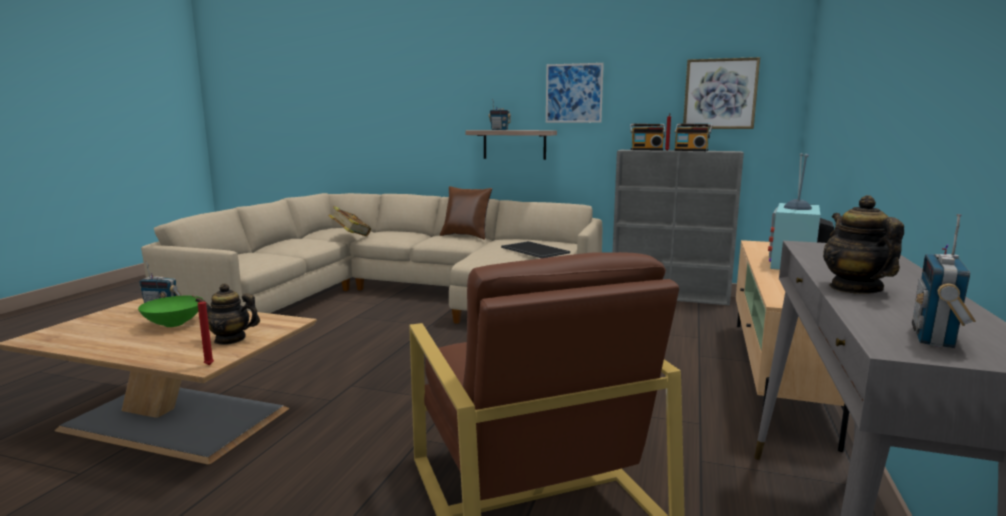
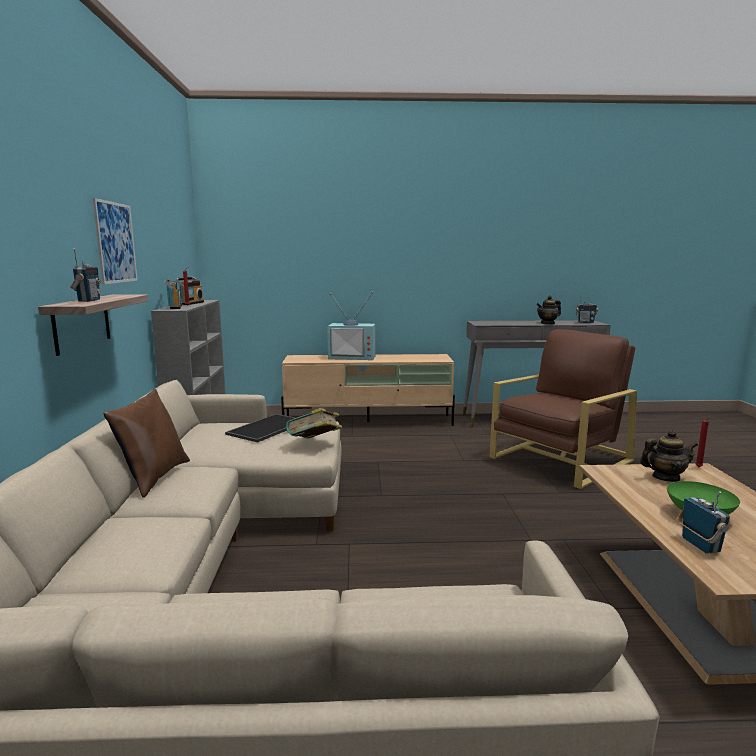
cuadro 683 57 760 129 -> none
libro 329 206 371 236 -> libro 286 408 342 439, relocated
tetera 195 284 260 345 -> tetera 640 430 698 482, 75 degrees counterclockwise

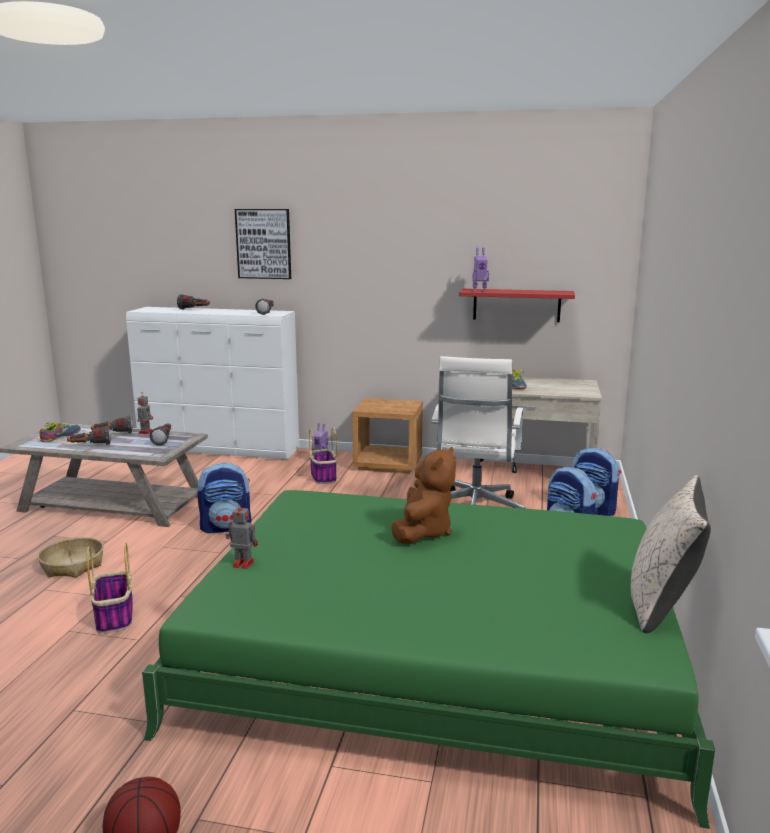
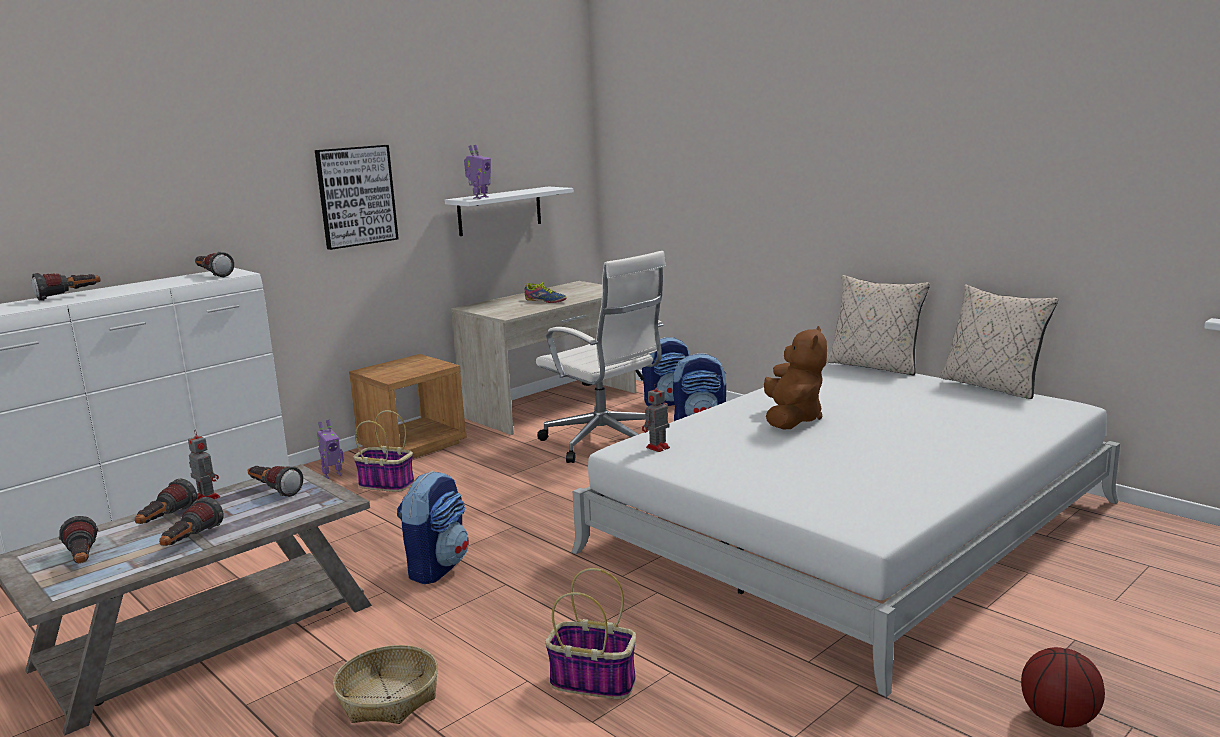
cuadro 235 209 291 279 -> cuadro 315 145 399 250, relocated
estante (rojo) 459 289 575 322 -> estante (blanco) 445 187 573 236
zapato 40 423 81 442 -> linterna 59 516 98 563
peluche (marrón) 391 447 456 544 -> peluche (marrón) 764 326 827 429, 45 degrees clockwise
cama (verde) 142 490 716 829 -> cama (blanco) 572 363 1120 697
robot de juguete 225 502 258 569 -> robot de juguete 642 383 670 452, relocated
none -> cojín (beis) 828 275 930 375

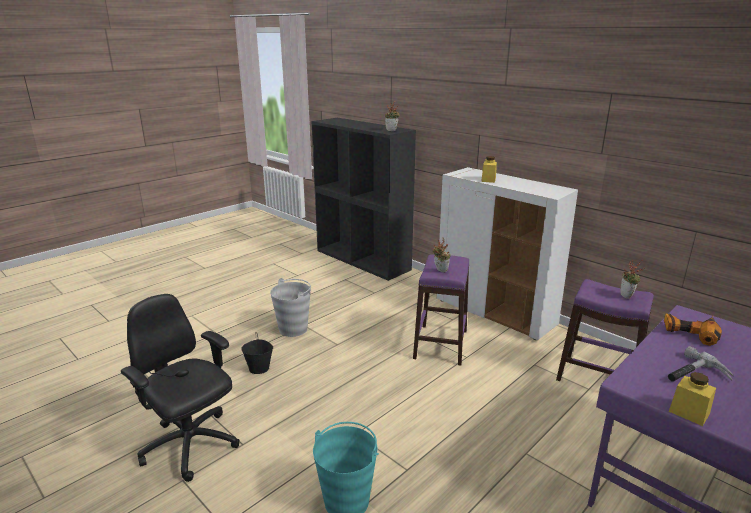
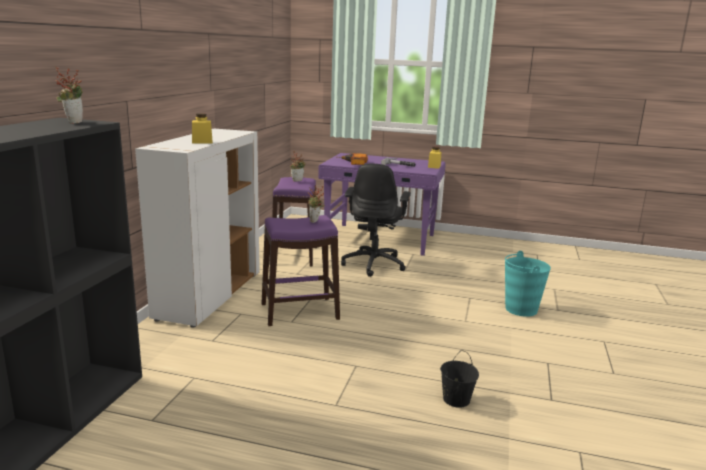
cubo (gris) 270 278 311 337 -> none
silla de oficina (negro) 121 294 240 482 -> silla de oficina (negro) 341 164 411 277, relocated

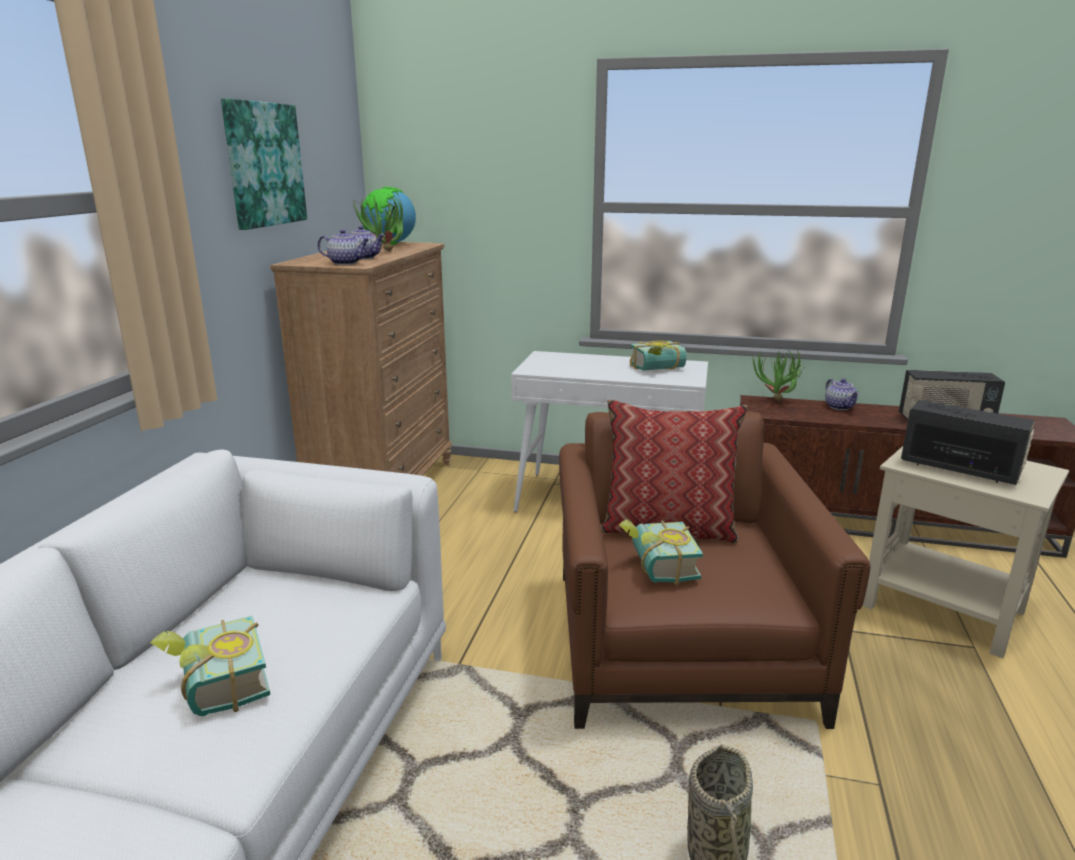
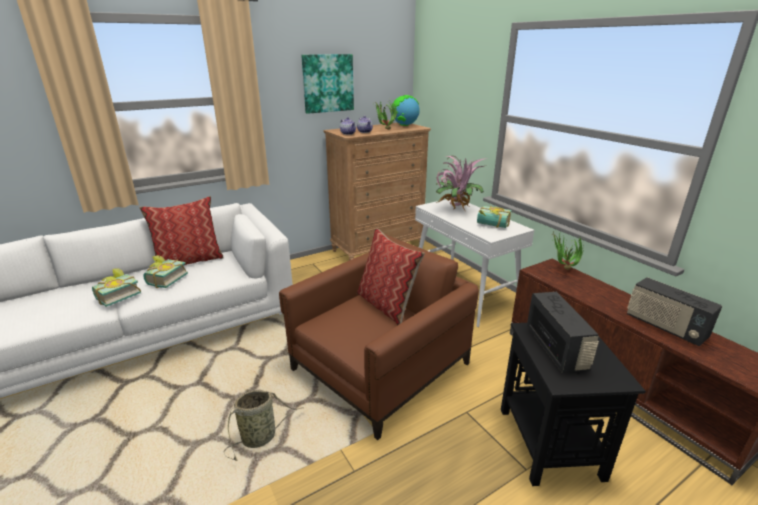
tetera 825 379 860 410 -> none
mesa auxiliar (beis) 863 446 1069 658 -> mesa auxiliar (negro) 501 323 646 486
libro 619 519 703 585 -> libro 92 268 141 307, relocated
none -> planta en maceta 436 156 488 212
none -> cojín 139 196 223 265

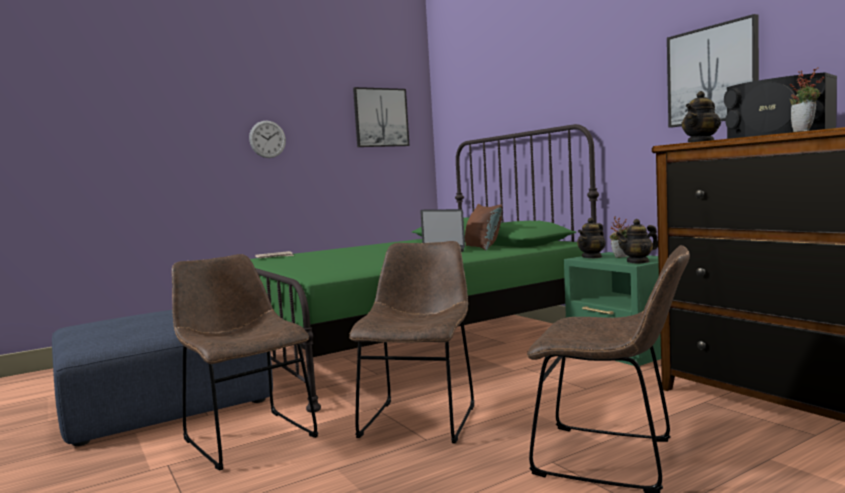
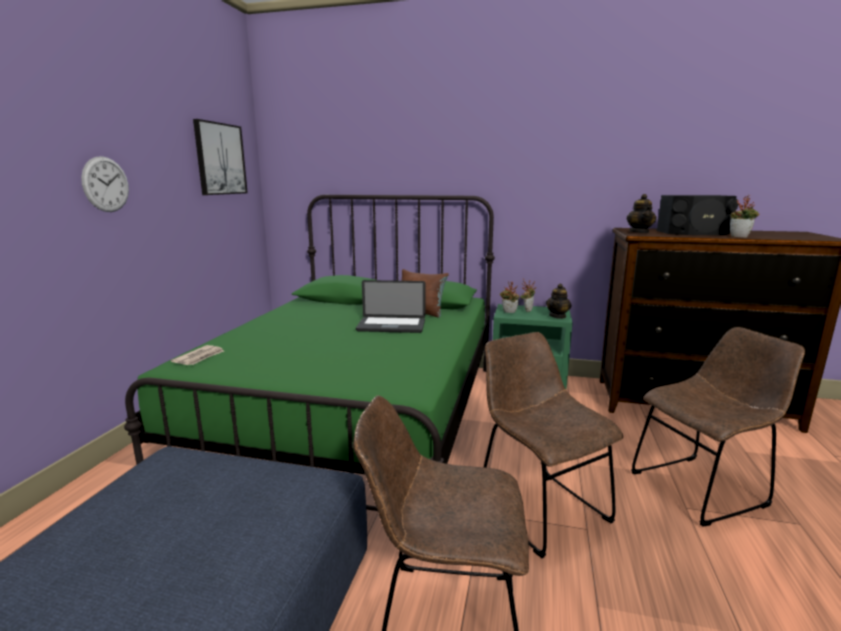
cuadro 667 14 759 127 -> none
tetera 577 218 606 258 -> planta en maceta 500 282 520 313

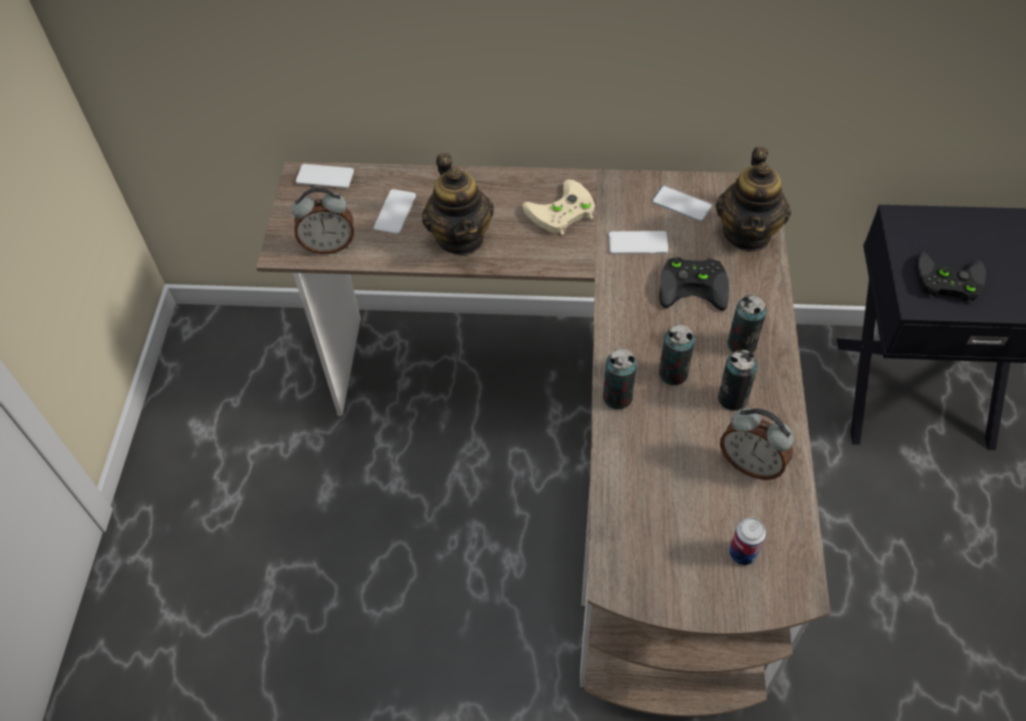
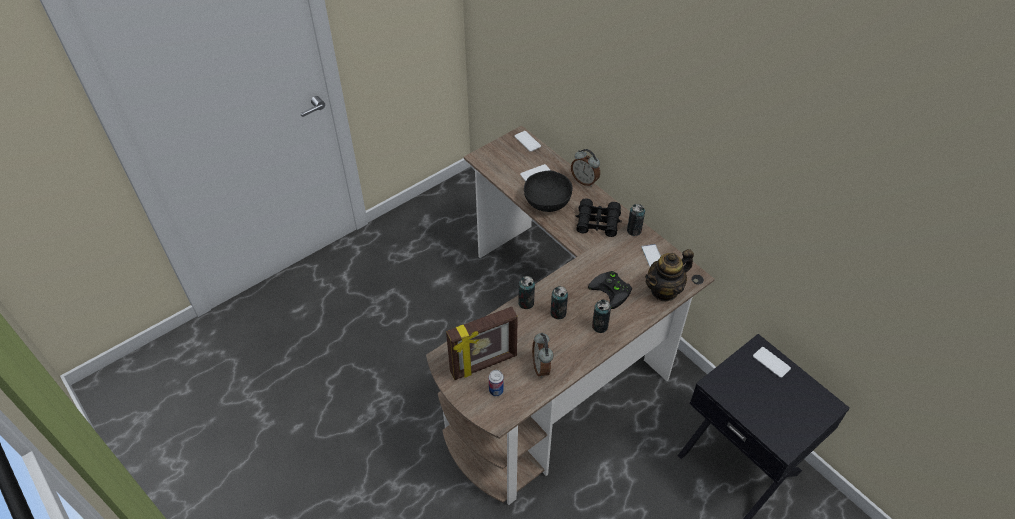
tetera 422 153 494 255 -> cuenco (negro) 524 170 573 212
mando de consola (beis) 522 179 595 236 -> prismáticos (negro) 576 198 622 237
despertador 292 188 354 254 -> despertador 571 149 600 187, relocated
móvil 609 231 668 254 -> móvil 753 347 791 378, relocated
mando de consola (negro) 915 251 986 304 -> none
lata 718 350 758 411 -> lata 627 204 645 236, relocated
none -> portarretratos 446 307 518 380

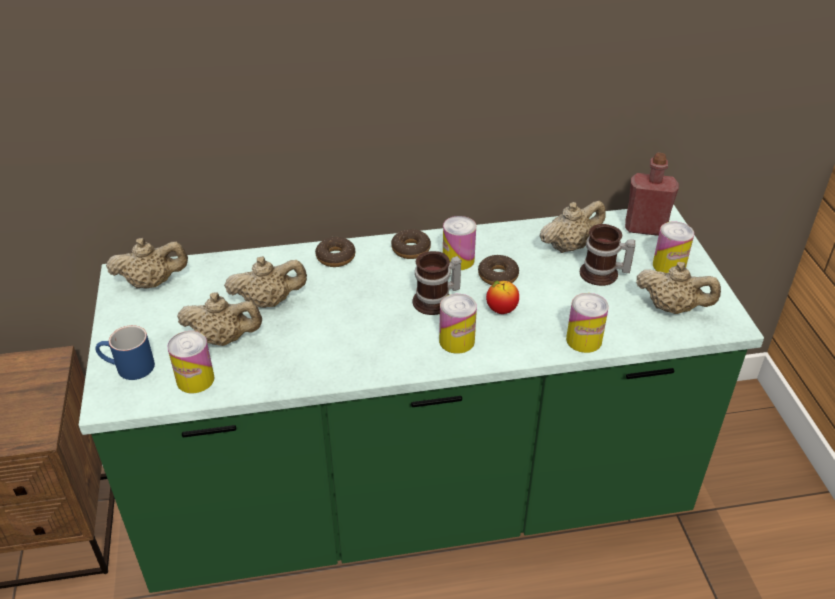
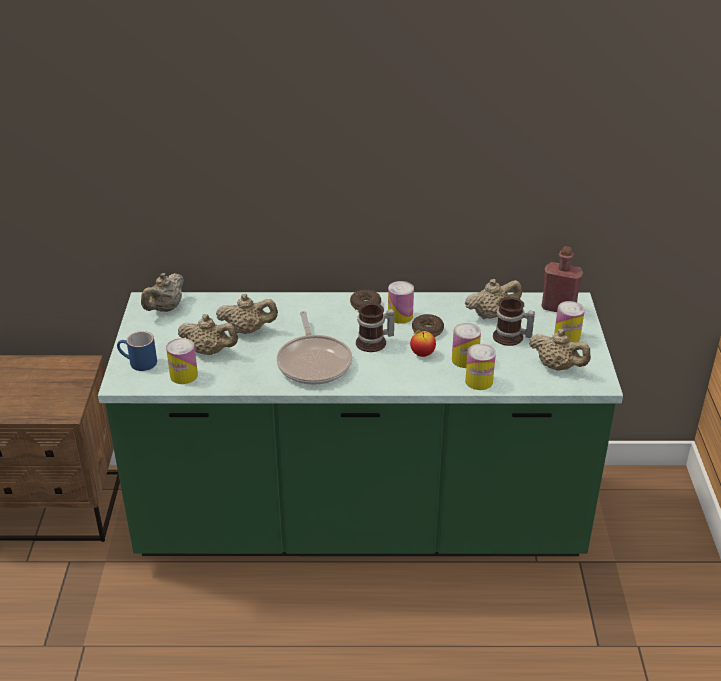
rosquilla 315 237 355 267 -> none
tetera (beis) 106 238 188 289 -> tetera (beis) 141 273 184 312, 120 degrees clockwise
lata 439 294 477 354 -> lata 452 323 481 368, relocated
none -> sartén 277 311 352 385

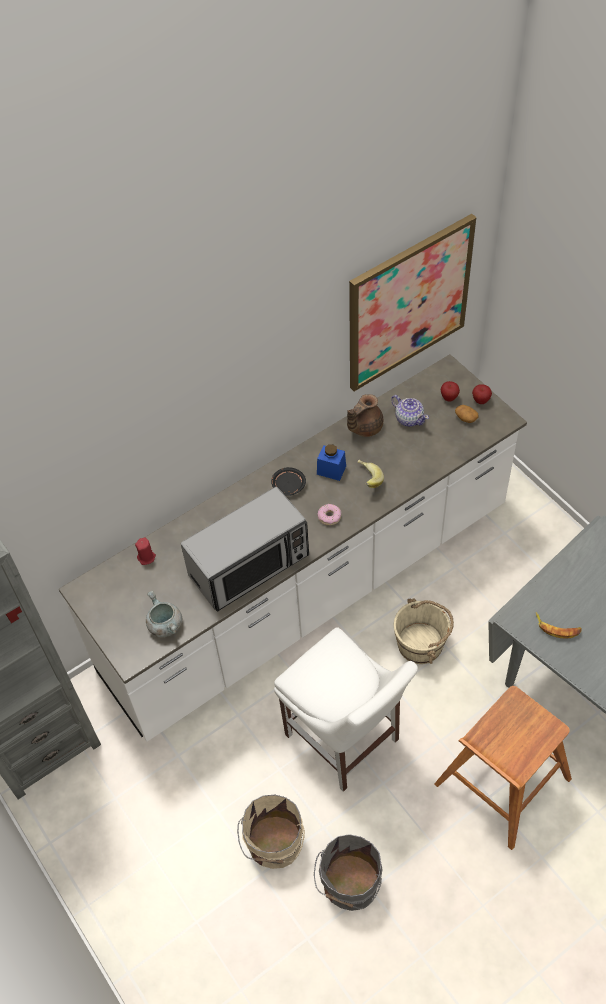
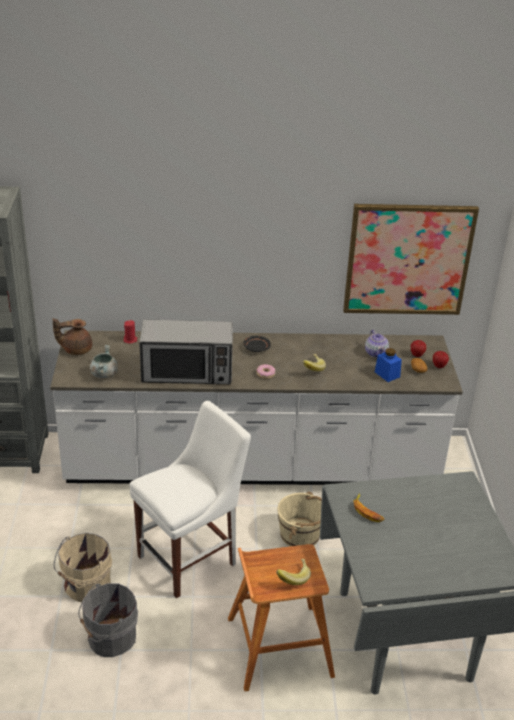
tetera (marrón) 347 394 383 437 -> tetera (marrón) 52 318 92 355, relocated
tarro (azul) 317 444 346 481 -> tarro (azul) 375 348 402 382, relocated
silla (blanco) 274 627 418 792 -> silla (blanco) 130 401 251 598, 120 degrees counterclockwise
none -> plátano 276 559 311 585

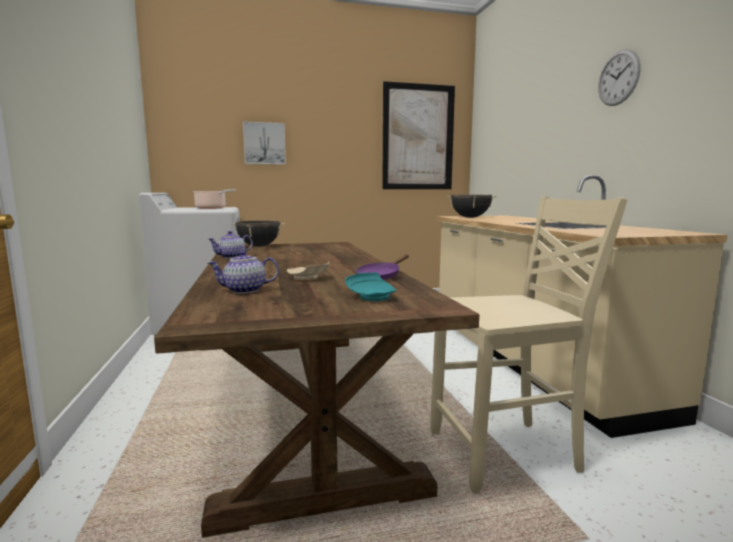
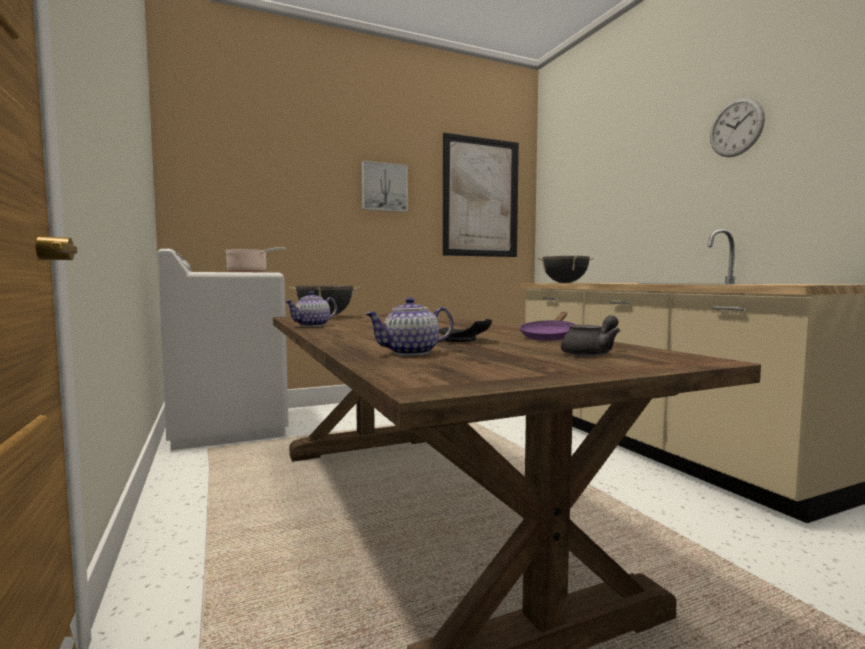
cuadro 243 122 286 165 -> cuadro 362 161 408 212, relocated
silla (beis) 430 197 627 493 -> none
plato (beis) 287 262 329 280 -> plato (negro) 439 319 492 342
plato (turquesa) 345 272 397 301 -> tetera (gris) 561 315 621 356

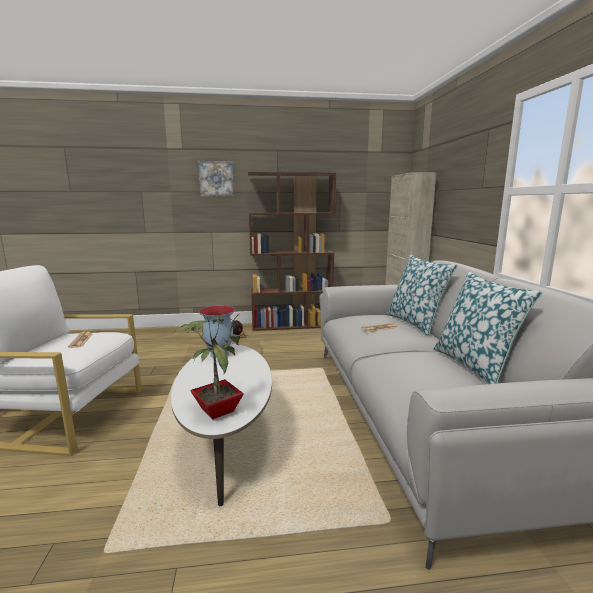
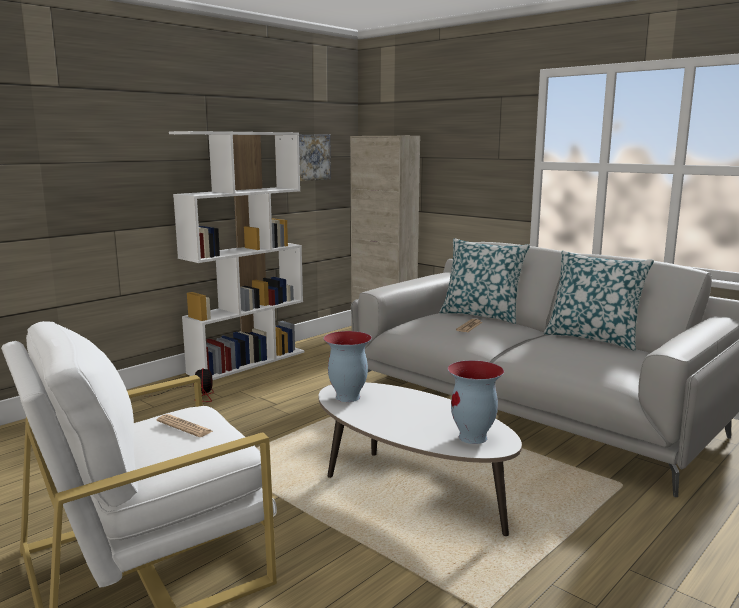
cuadro 198 161 234 196 -> cuadro 299 134 331 181, relocated
estantería (marrón) 248 172 336 331 -> estantería (blanco) 169 131 304 380
planta en maceta 173 312 244 419 -> florero 448 360 504 444

